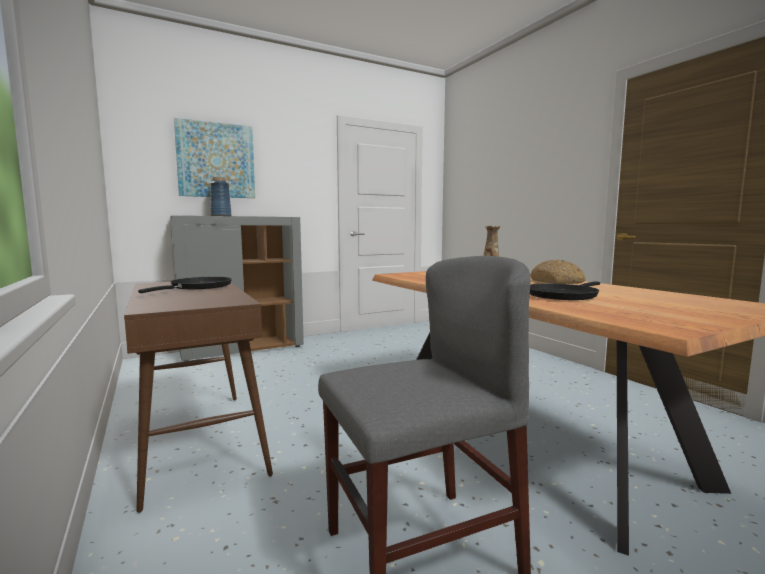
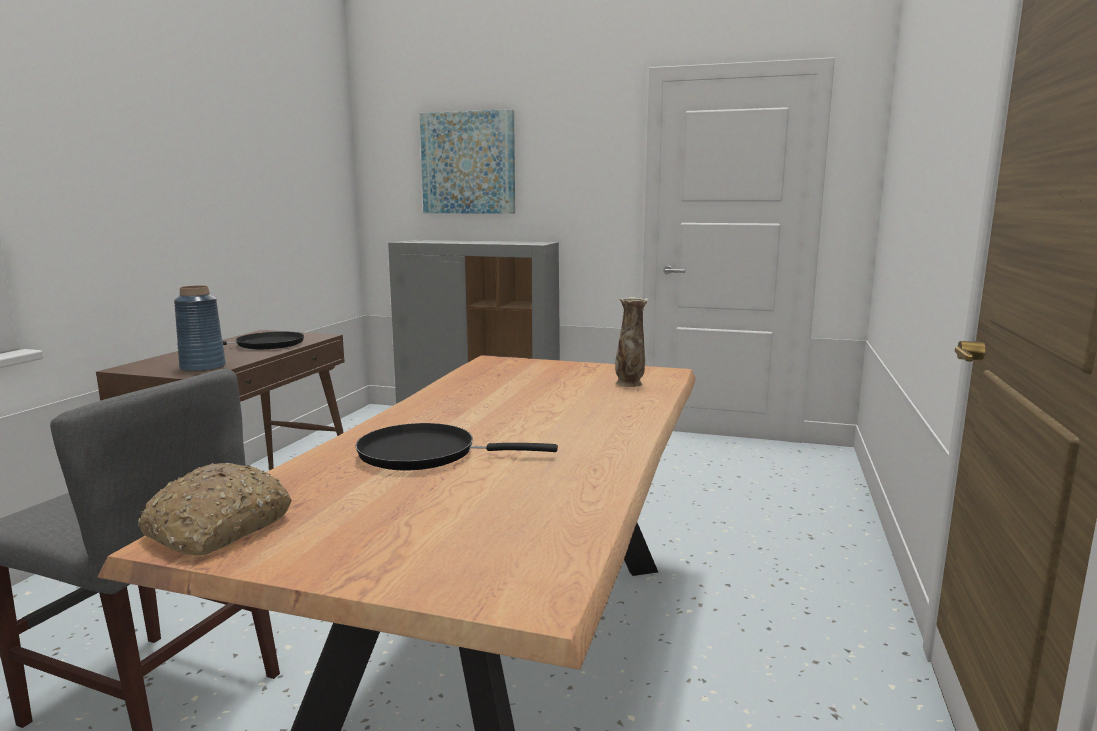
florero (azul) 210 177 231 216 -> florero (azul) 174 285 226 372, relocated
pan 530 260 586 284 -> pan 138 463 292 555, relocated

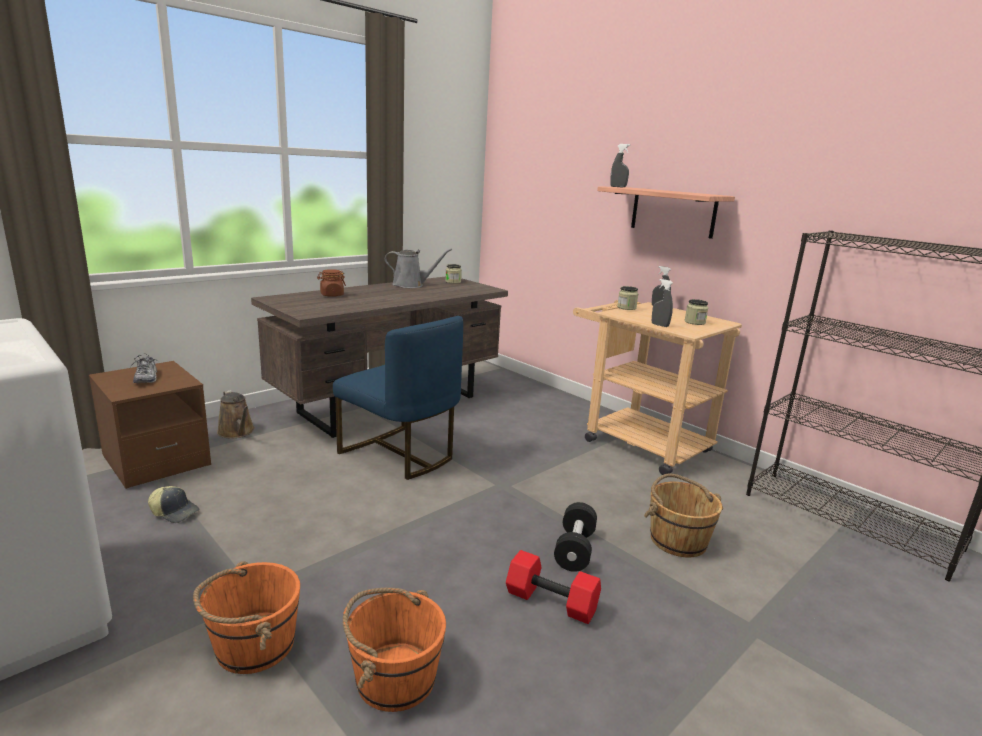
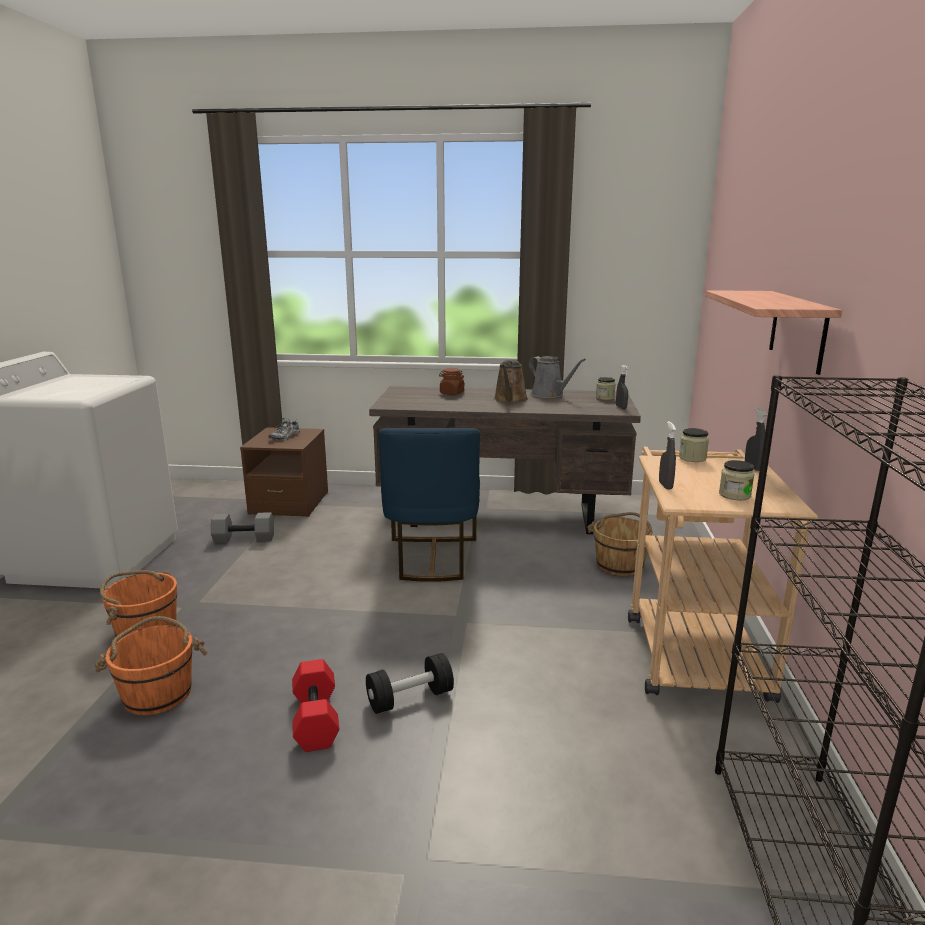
pulverizador (gris) 610 144 630 187 -> pulverizador (gris) 616 365 629 409, relocated
regadera (marrón) 217 390 255 439 -> regadera (marrón) 494 360 528 403, relocated
cubo (marrón) 644 474 723 557 -> cubo (marrón) 587 512 658 576, relocated
gorra 148 486 200 523 -> mancuerna (gris) 211 512 274 543

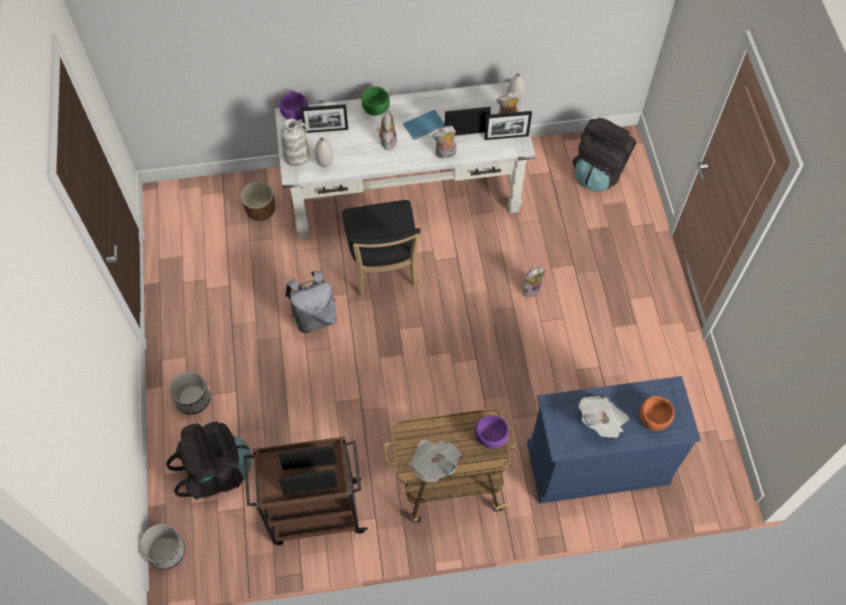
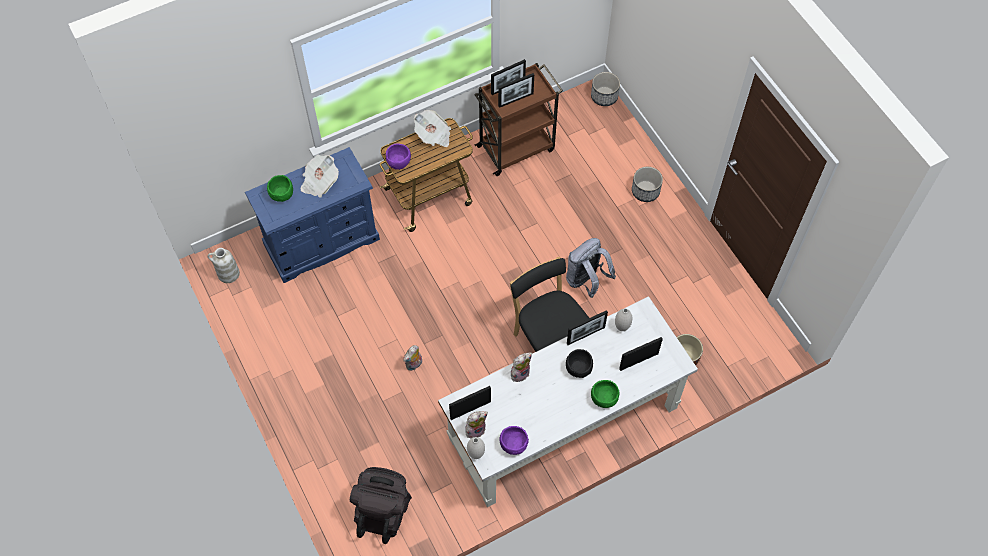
cuenco (morado) 280 92 308 120 -> cuenco (morado) 499 426 529 455, relocated
portarretratos 445 107 491 136 -> portarretratos 567 310 608 345, relocated
peluche 377 110 397 150 -> cuenco (negro) 566 349 593 378
libro (azul) 403 110 445 140 -> none
florero (blanco) 281 118 310 166 -> florero (blanco) 207 248 240 283, relocated
cuenco (naranja) 640 396 674 431 -> cuenco (verde) 267 175 293 202
mochila (negro) 166 421 251 500 -> none

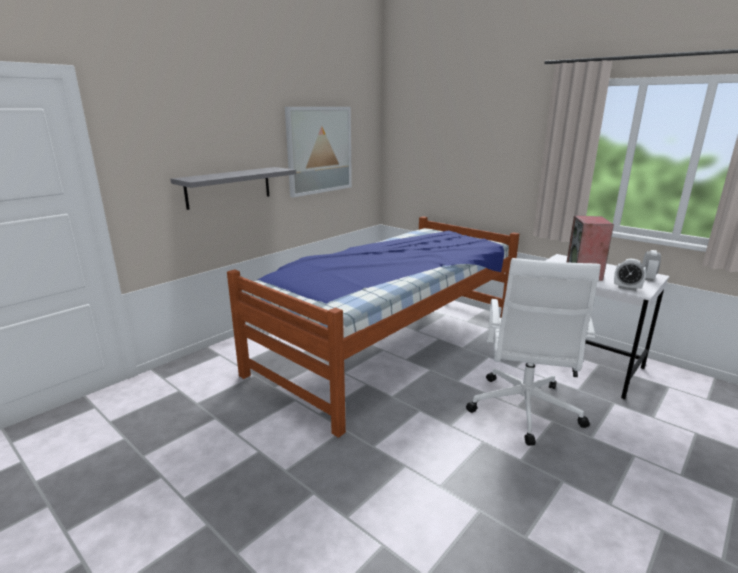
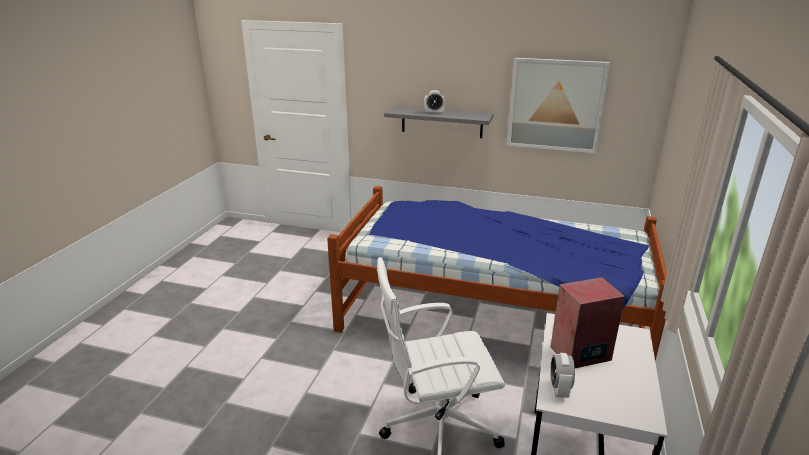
despertador 642 250 661 281 -> despertador 424 90 445 114, relocated

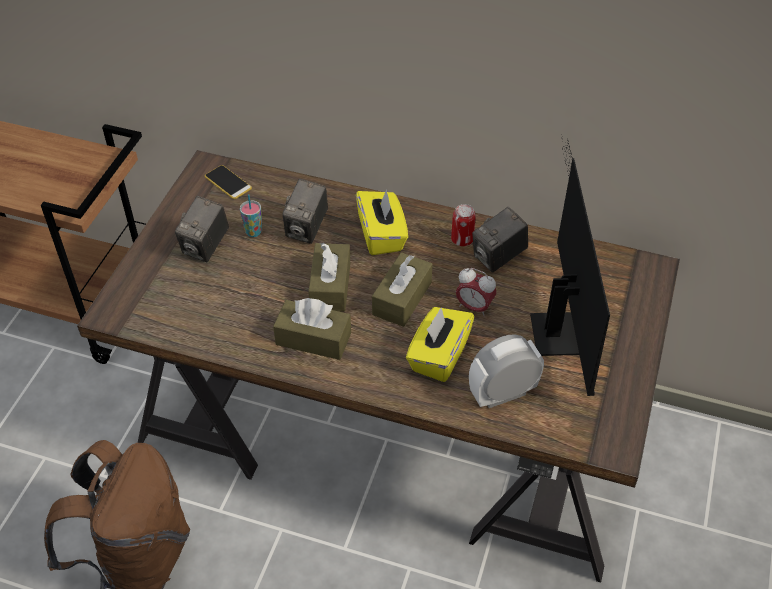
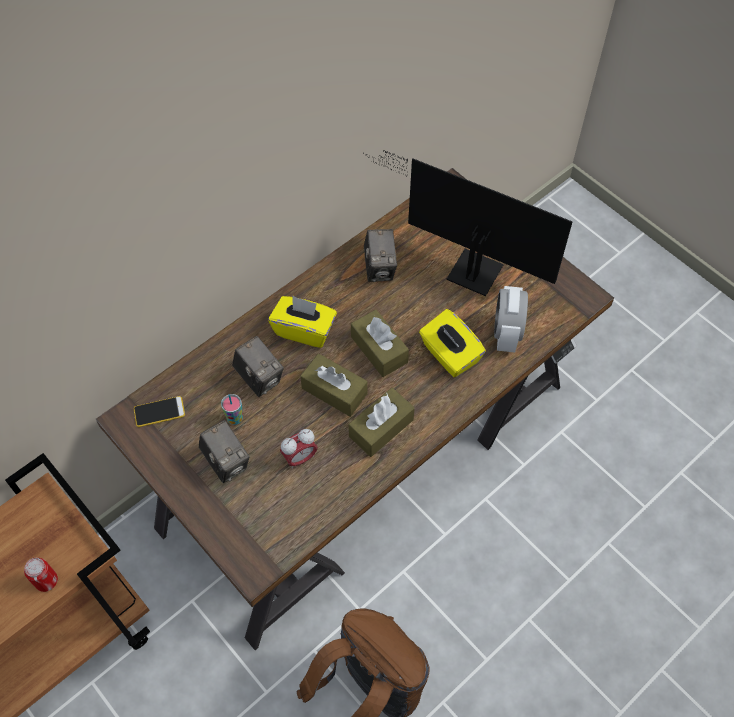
lata 451 204 476 246 -> lata 24 558 58 592, relocated
despertador 456 268 496 317 -> despertador 280 429 318 469, relocated

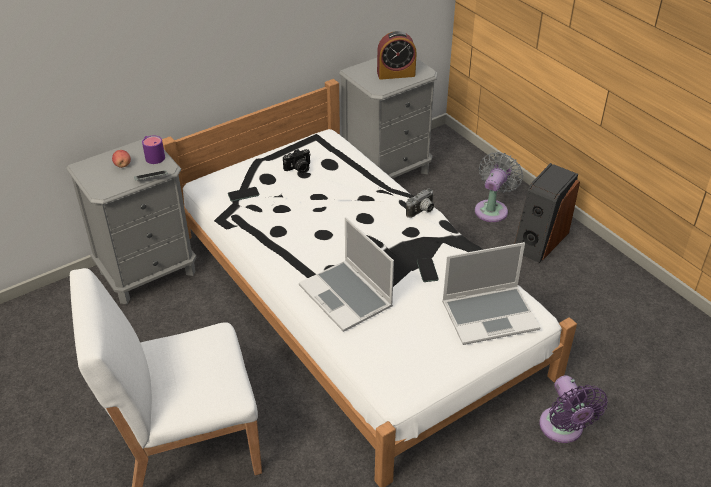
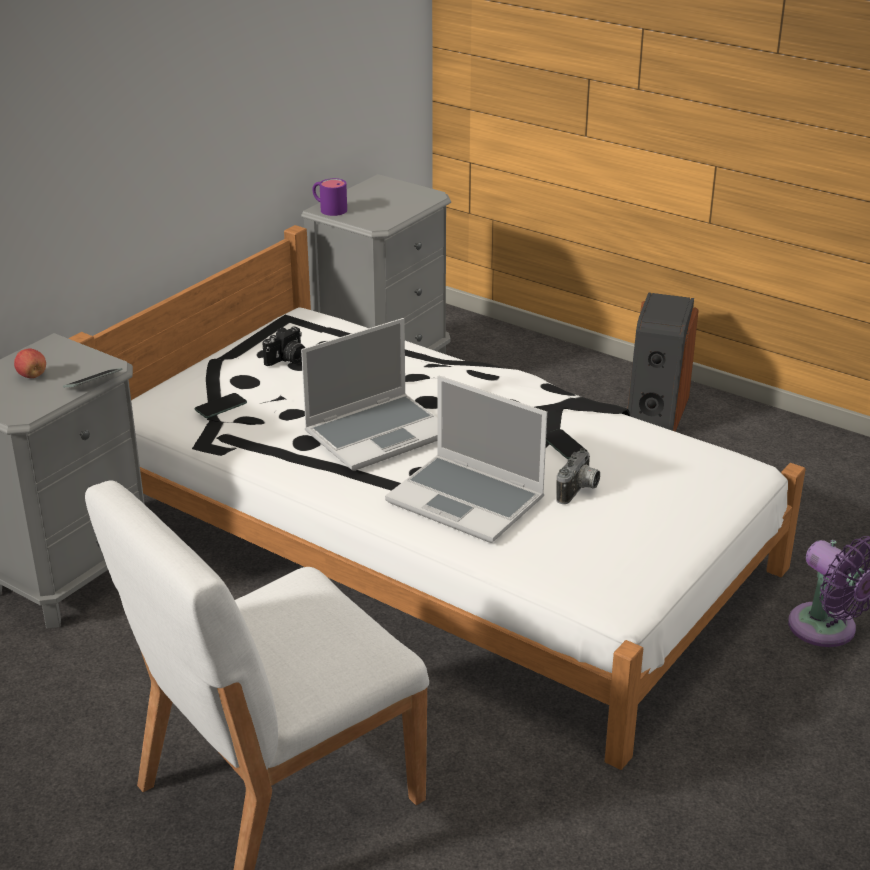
despertador 377 31 417 80 -> none
taza grande (morado) 142 136 165 164 -> taza grande (morado) 312 178 347 216, relocated
ventilador (gris) 475 152 523 222 -> none
cámara 406 188 434 218 -> cámara 556 448 600 504, relocated
portátil 442 242 541 345 -> portátil 301 318 438 471, relocated

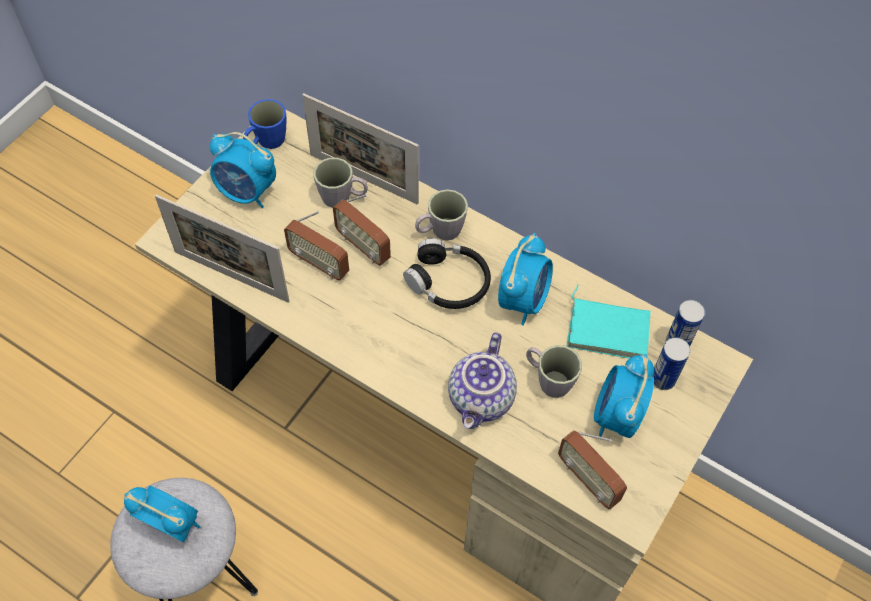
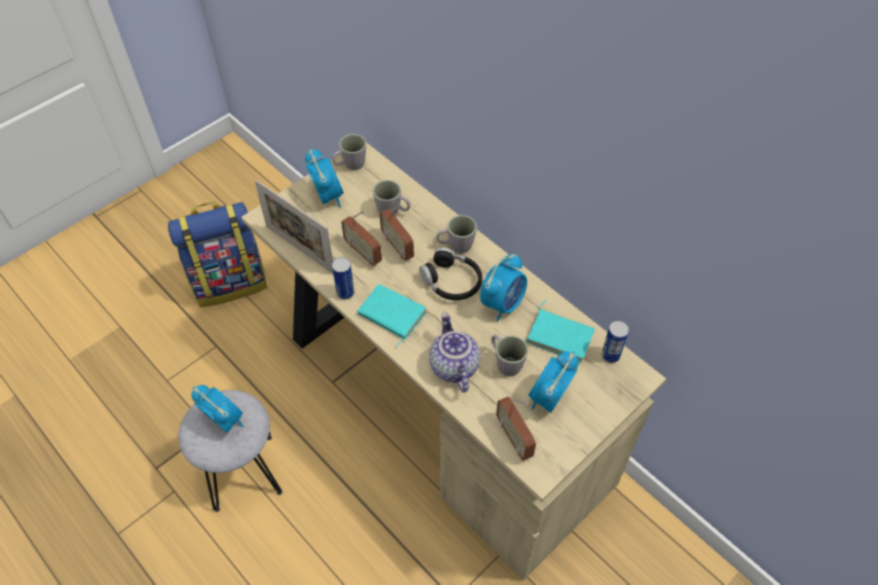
portarretratos 302 93 419 204 -> none
taza grande (azul) 243 99 287 149 -> taza grande (gris) 332 134 366 170
despertador 210 132 276 208 -> despertador 305 148 344 207, 150 degrees counterclockwise
tetera 448 333 517 429 -> tetera 429 312 480 393, 135 degrees clockwise
lata 653 337 690 390 -> lata 332 257 354 300, relocated
none -> mochila 168 202 267 307
none -> libro (turquesa) 357 284 427 346

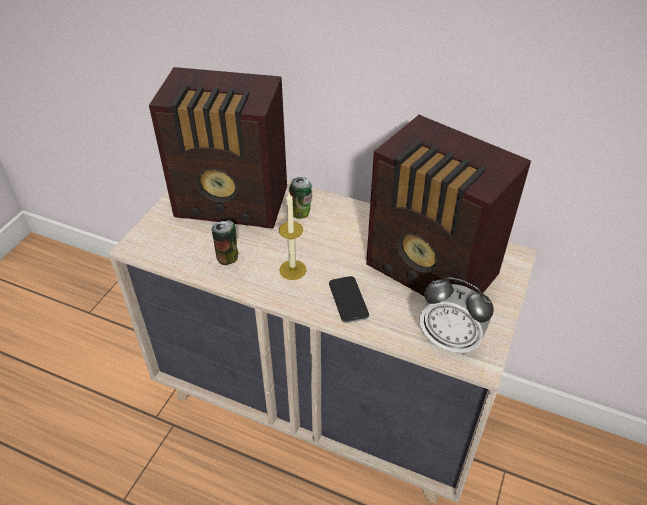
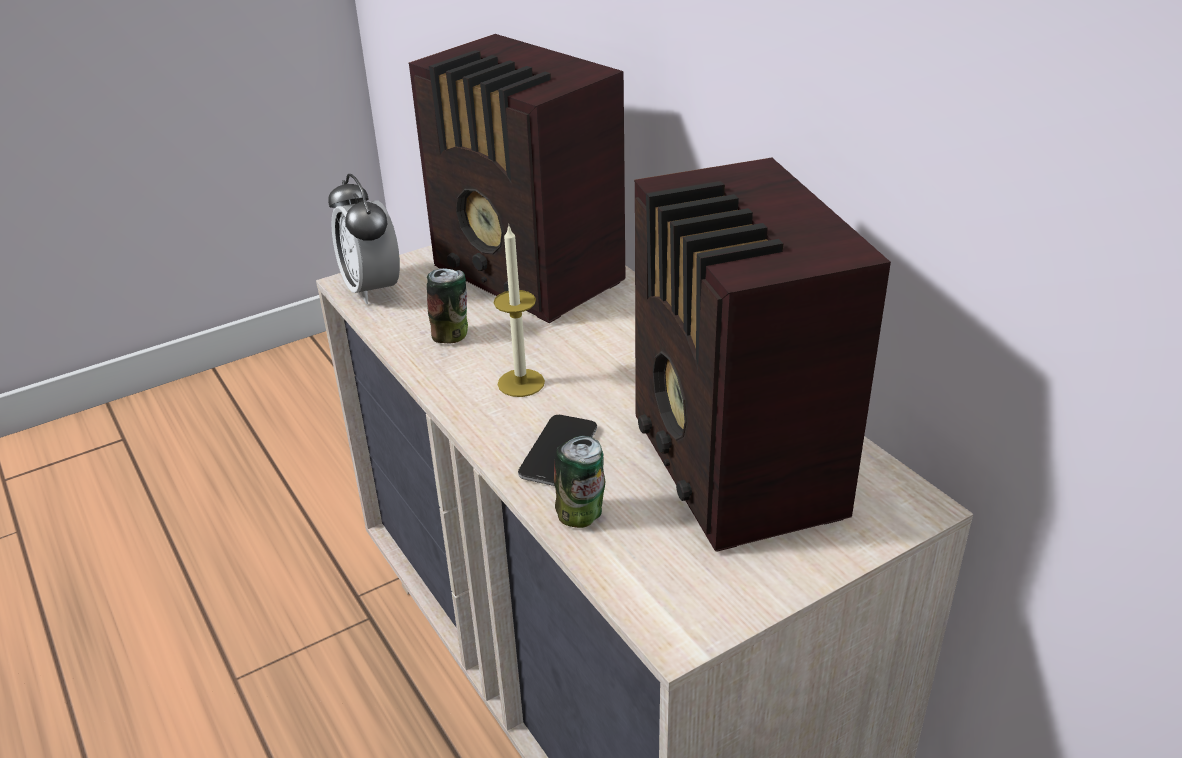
lata 289 177 312 219 -> lata 554 436 605 528, relocated
despertador 419 278 494 356 -> despertador 328 174 400 304, relocated

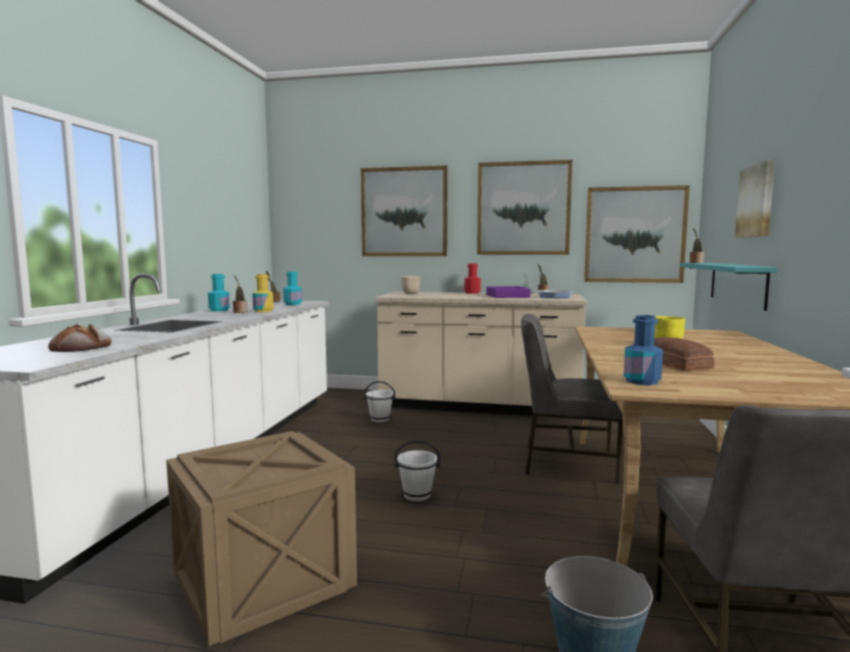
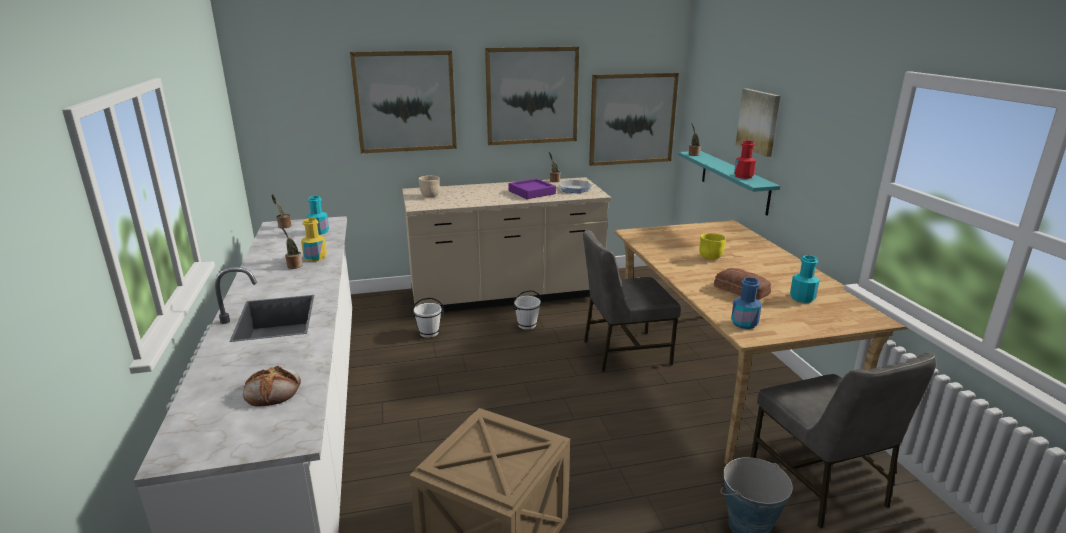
botella (rojo) 464 264 481 294 -> botella (rojo) 734 141 756 179, relocated
botella (turquesa) 208 274 230 312 -> botella (turquesa) 790 255 819 303, relocated
cubo (blanco) 394 441 440 501 -> cubo (blanco) 512 290 542 330, relocated

